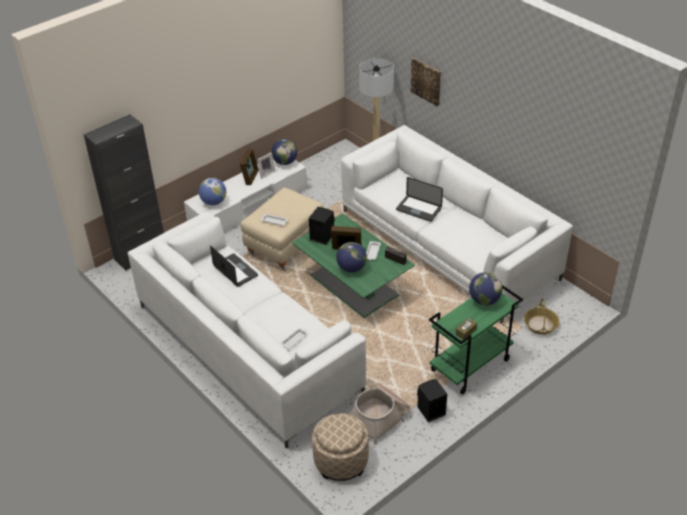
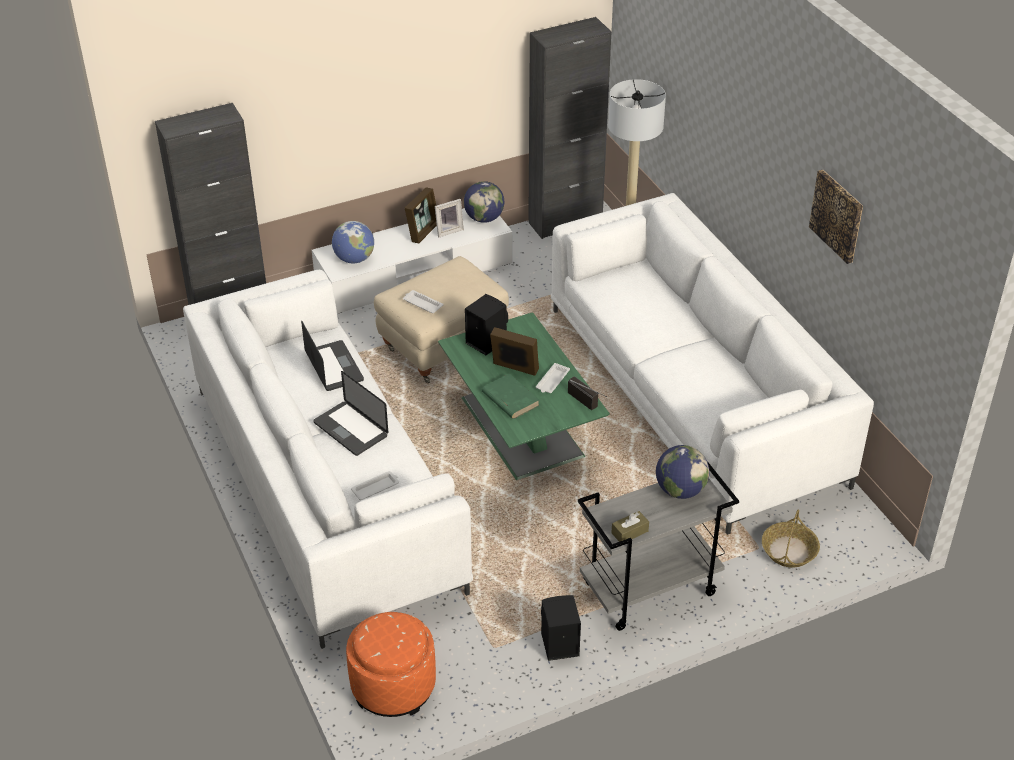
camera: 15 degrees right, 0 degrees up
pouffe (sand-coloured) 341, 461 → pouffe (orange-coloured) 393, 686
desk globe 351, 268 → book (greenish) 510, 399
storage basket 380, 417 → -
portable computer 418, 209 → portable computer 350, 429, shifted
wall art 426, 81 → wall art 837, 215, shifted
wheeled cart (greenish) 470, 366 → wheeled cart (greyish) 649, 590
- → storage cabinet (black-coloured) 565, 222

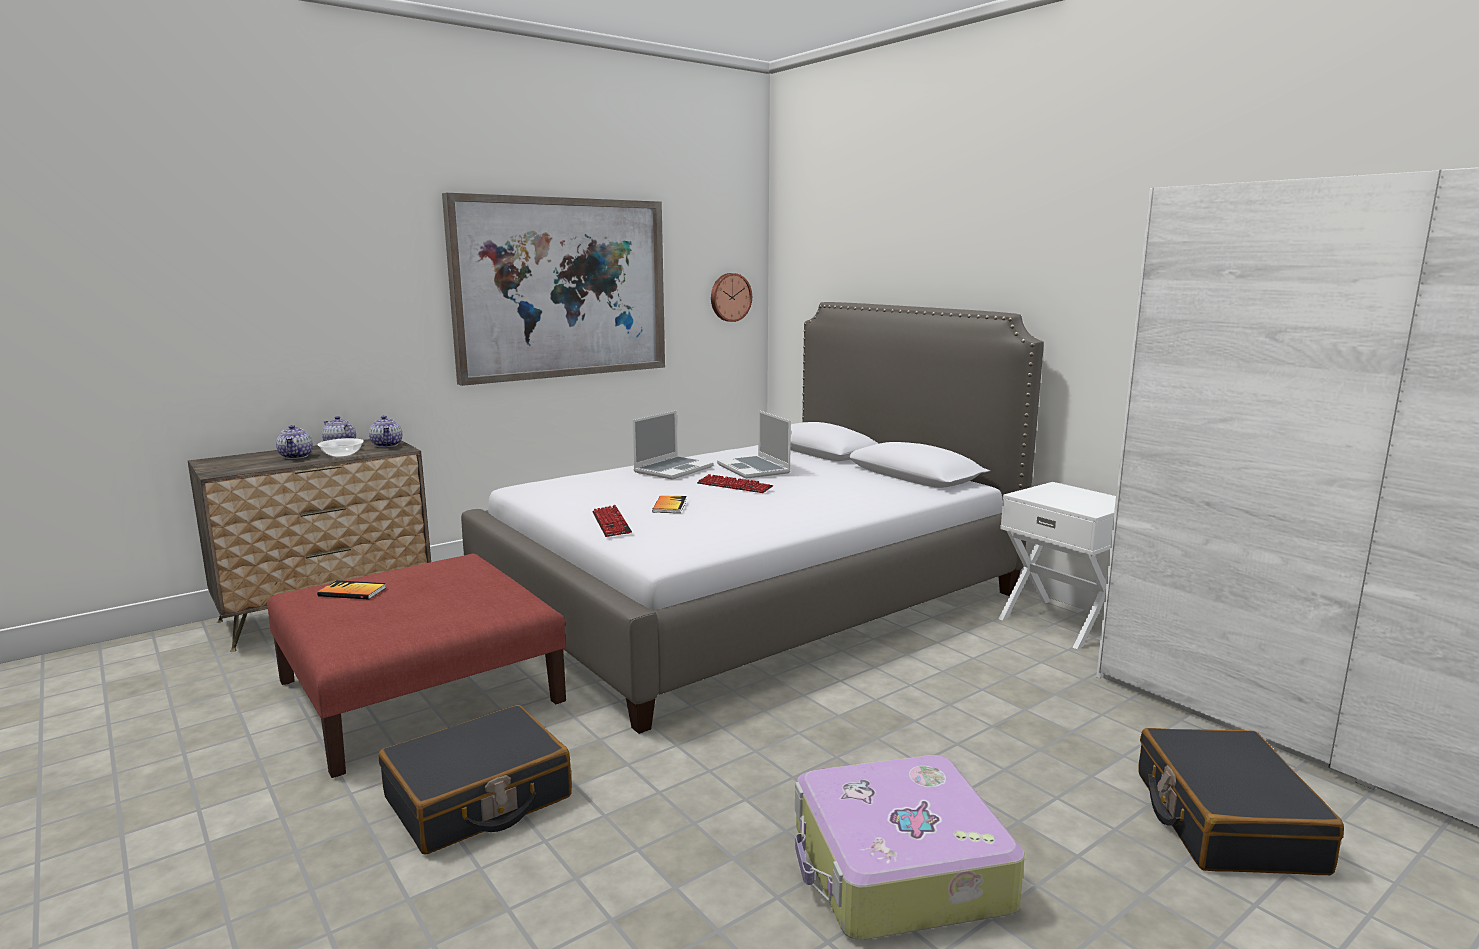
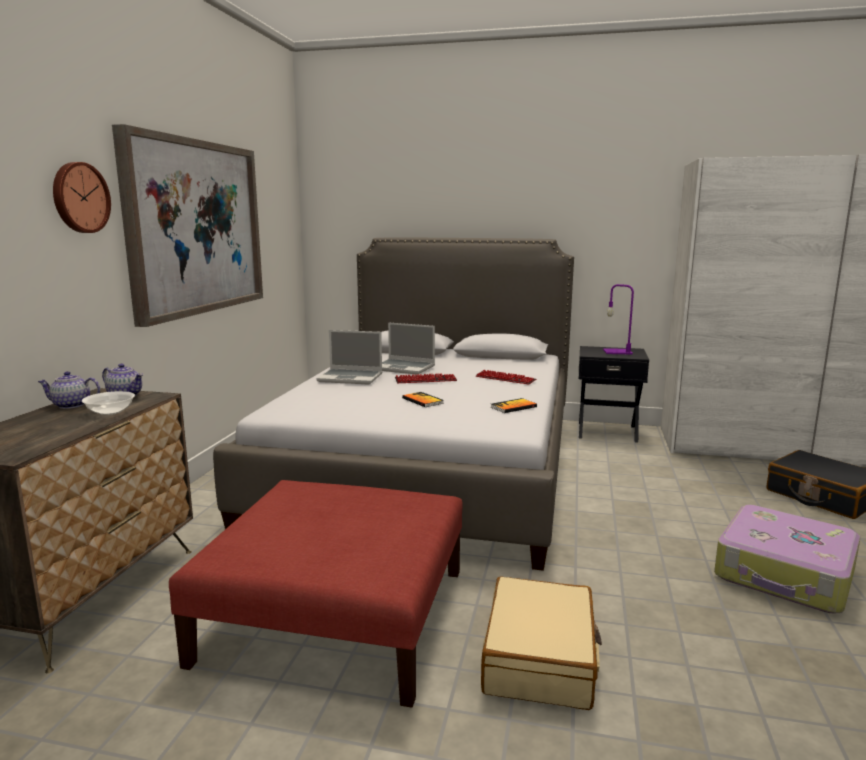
camera: 40 degrees left, 0 degrees up
pot for tea 296, 456 → -
book 352, 592 → book 513, 407, shifted
travel case (black-coloured) 478, 799 → travel case (sand-coloured) 540, 658
computer keyboard 611, 523 → computer keyboard 505, 379, shifted
portable computer 673, 469 → portable computer 351, 378, 105 degrees clockwise
hanging clock 730, 297 → hanging clock 79, 198, shifted
night table (white) 1061, 622 → night table (black-coloured) 607, 431
- → table lamp (purplish) 618, 352

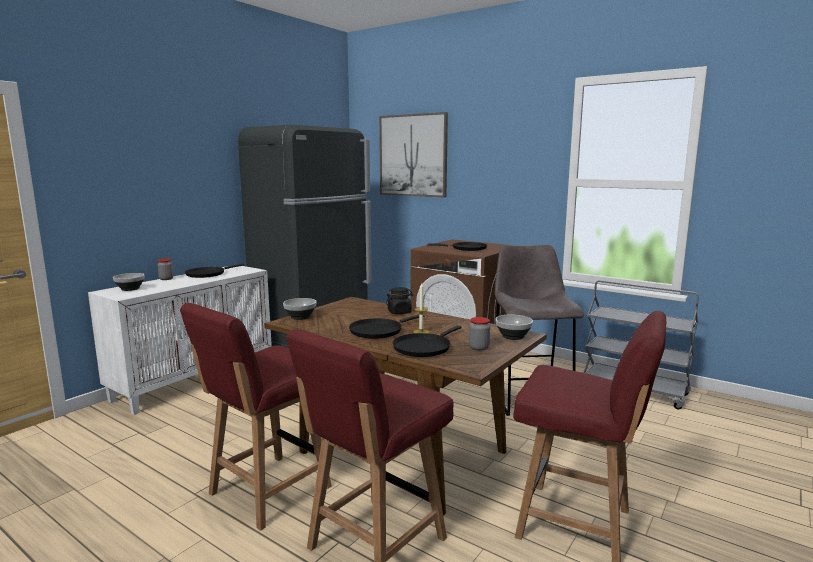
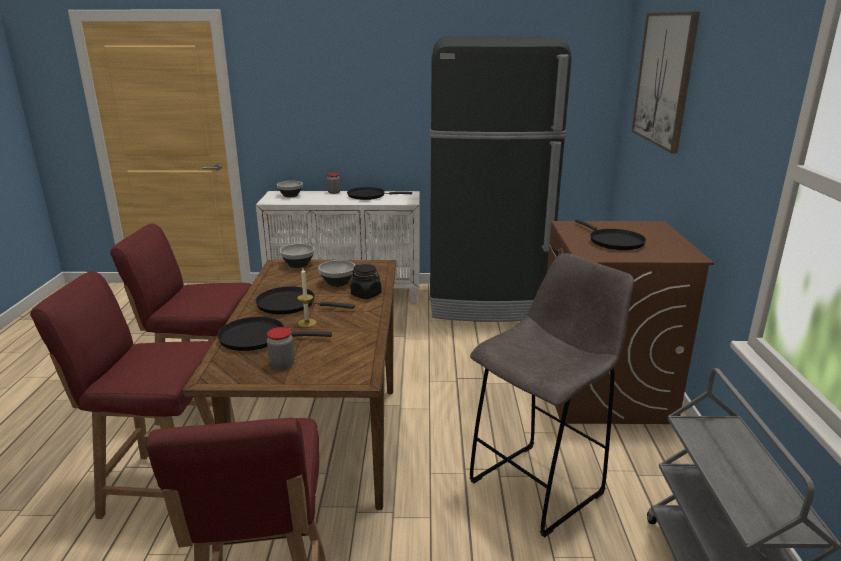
camera: 55 degrees right, 10 degrees up
bowl 512, 336 → bowl 338, 282, shifted

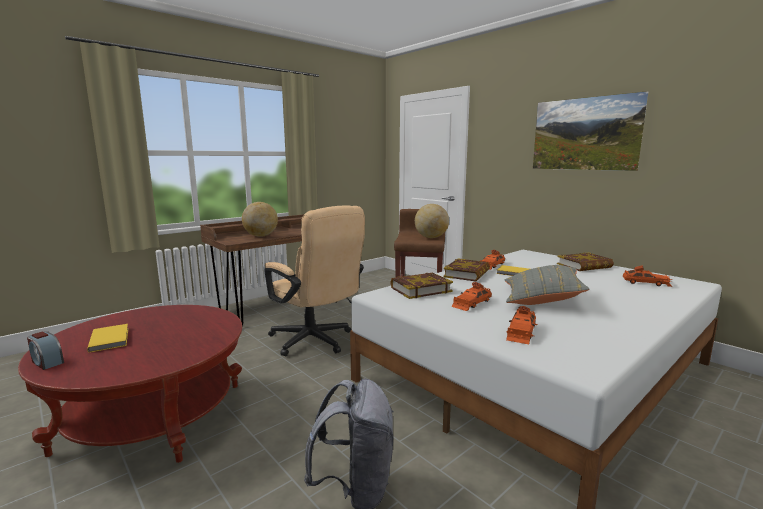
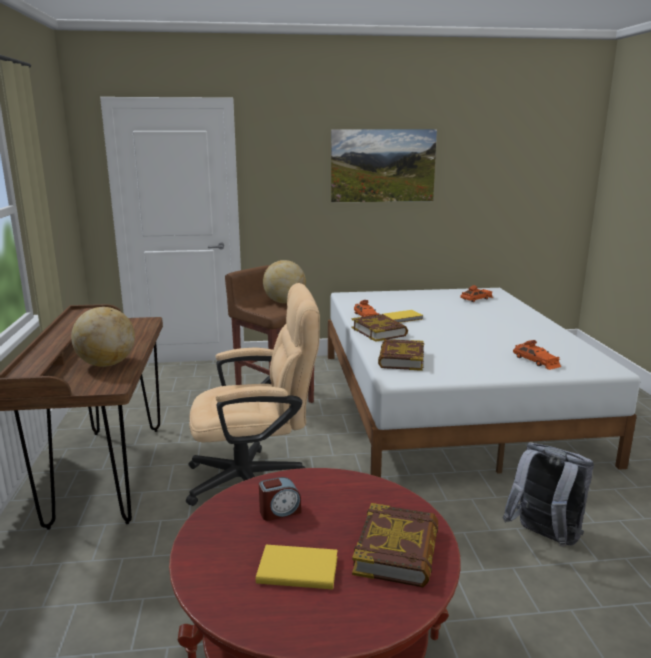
camera: 55 degrees left, 5 degrees up
bedside clock 47, 362 → bedside clock 280, 511, shifted
toy car (orange-coloured) 471, 303 → -
throw pillow (greyish) 541, 299 → -
book 584, 266 → book 397, 551, shifted

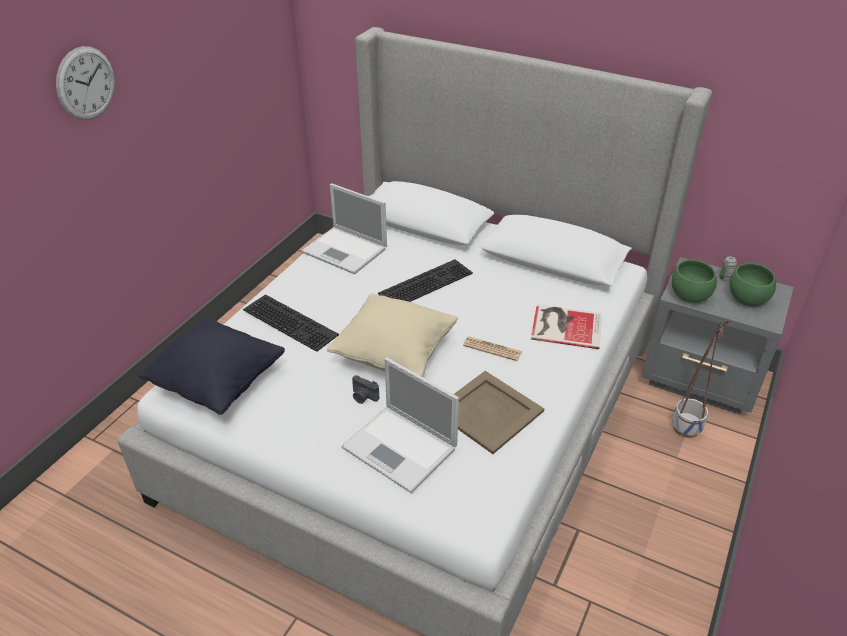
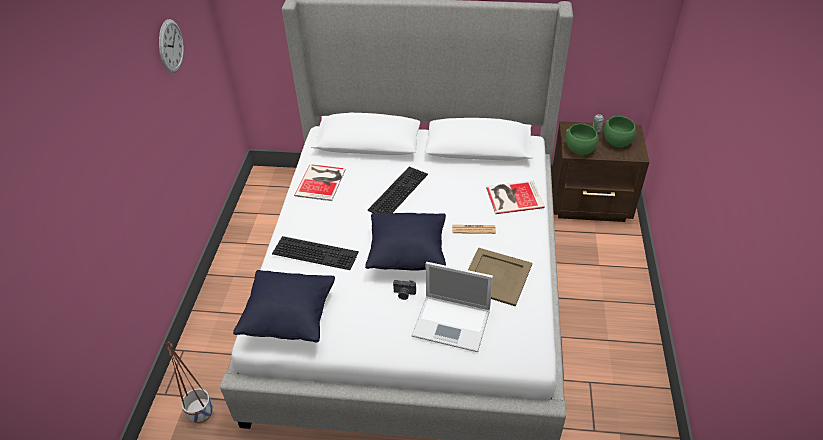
camera: 20 degrees left, 5 degrees up
hanging clock 86, 83 → hanging clock 171, 46, shifted
portable computer 346, 251 → book 322, 182
throw pillow (sand-coloured) 394, 355 → throw pillow (black-coloured) 407, 255
night table (greyish) 701, 380 → night table (brown-coloured) 590, 204
flower pot 686, 428 → flower pot 201, 413, shifted

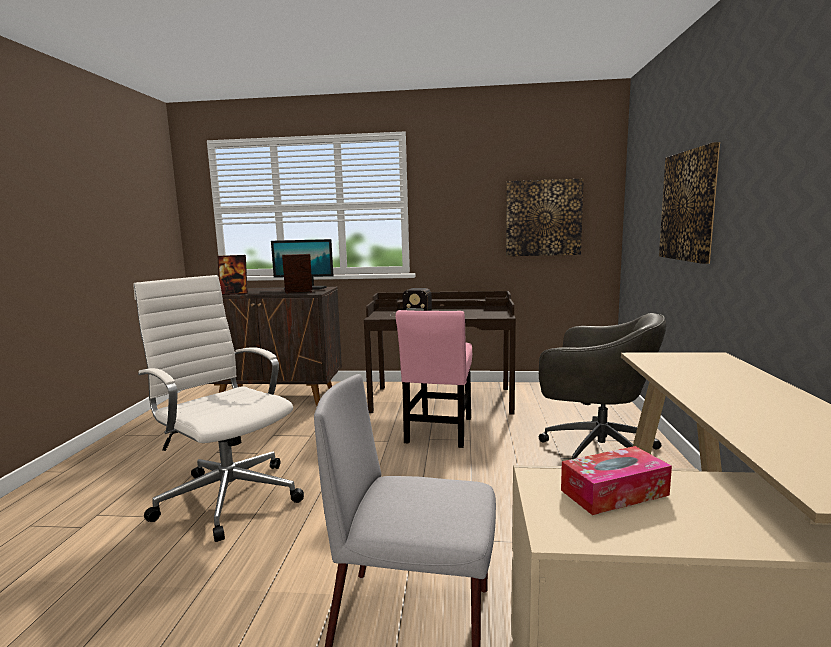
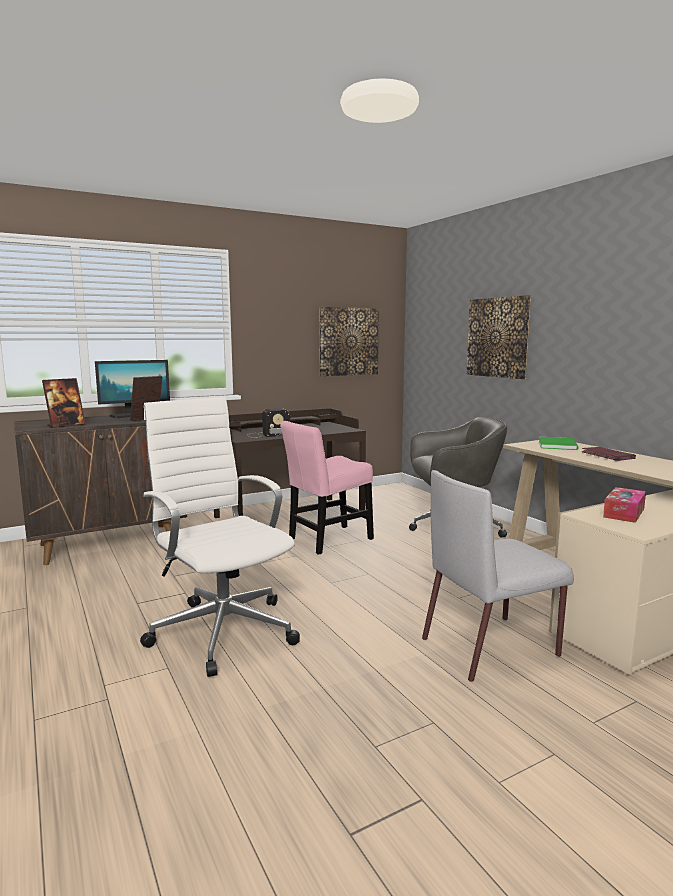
camera: 35 degrees left, 0 degrees up
desk chair (white) 228, 496 → desk chair (white) 222, 629, 45 degrees clockwise
chair (pinkish) 439, 432 → chair (pinkish) 327, 540, 75 degrees clockwise
- → book (greenish) 558, 445
- → book (red) 607, 456

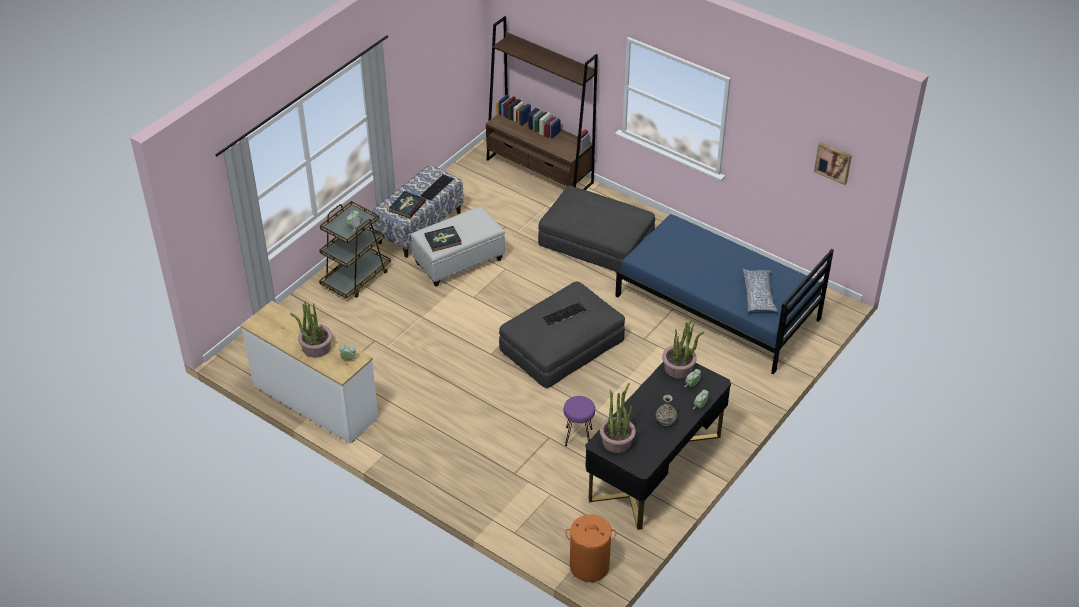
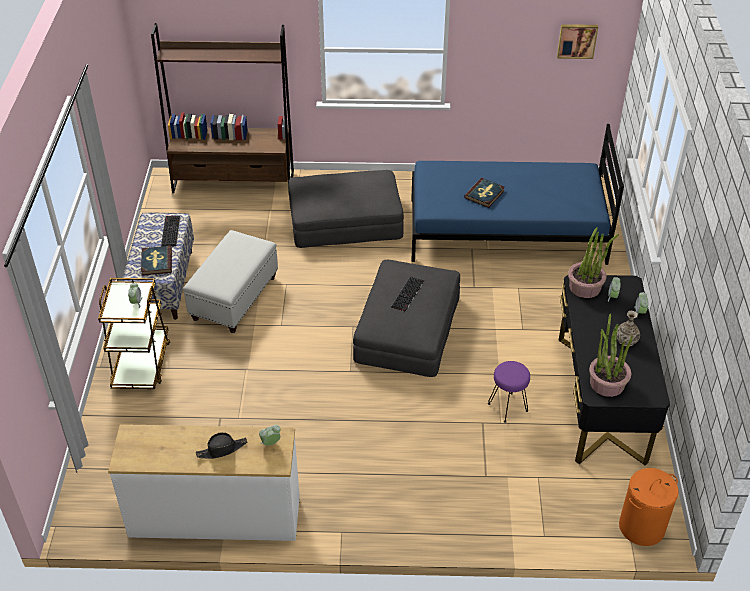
camera: 35 degrees left, 0 degrees up
houseplant 316, 347 → wearable hat (black-coloured) 222, 449
book 443, 240 → book 484, 194, shifted
throw pillow 759, 295 → -

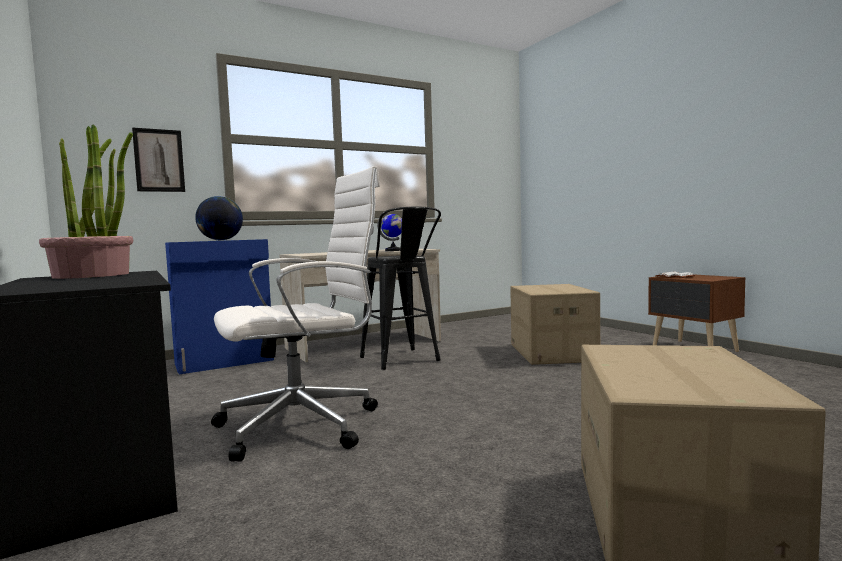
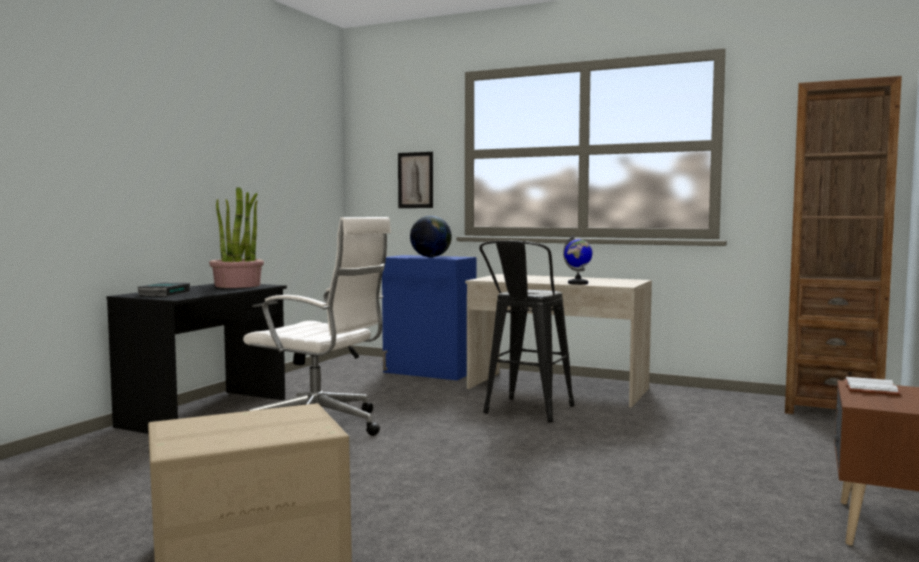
camera: 55 degrees right, 0 degrees up
packing box 551, 353 → -
- → book 163, 293
- → bookshelf (brown-coloured) 831, 409

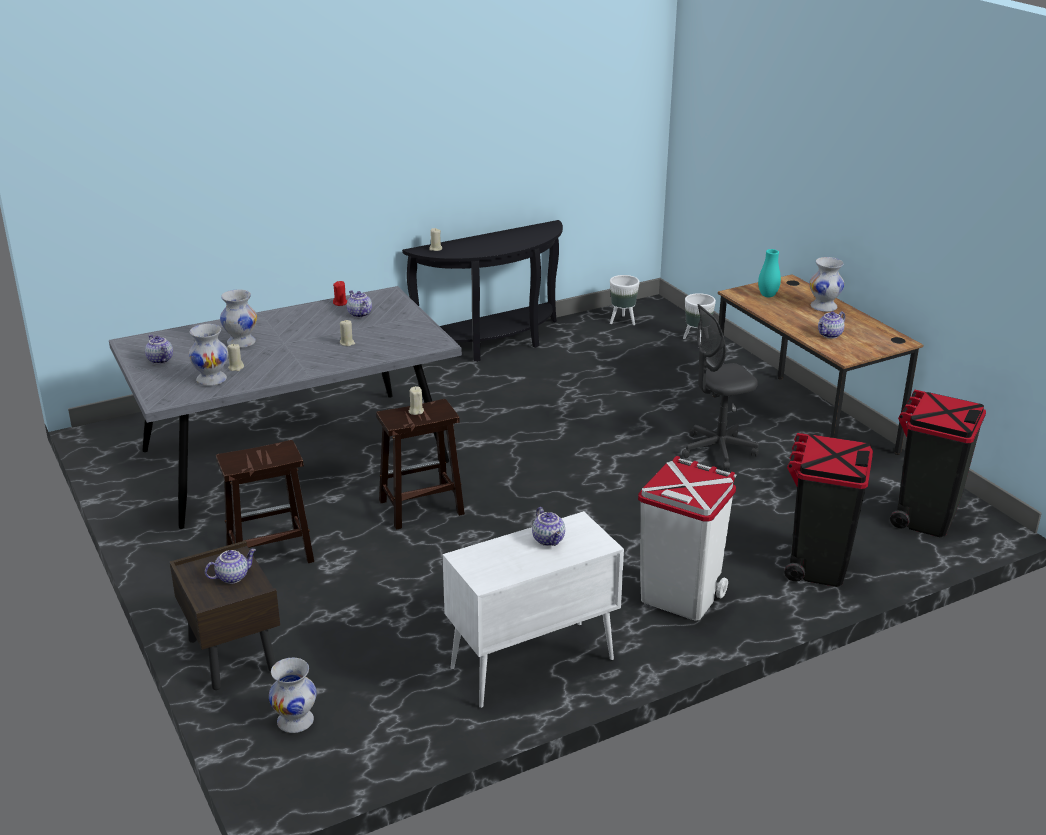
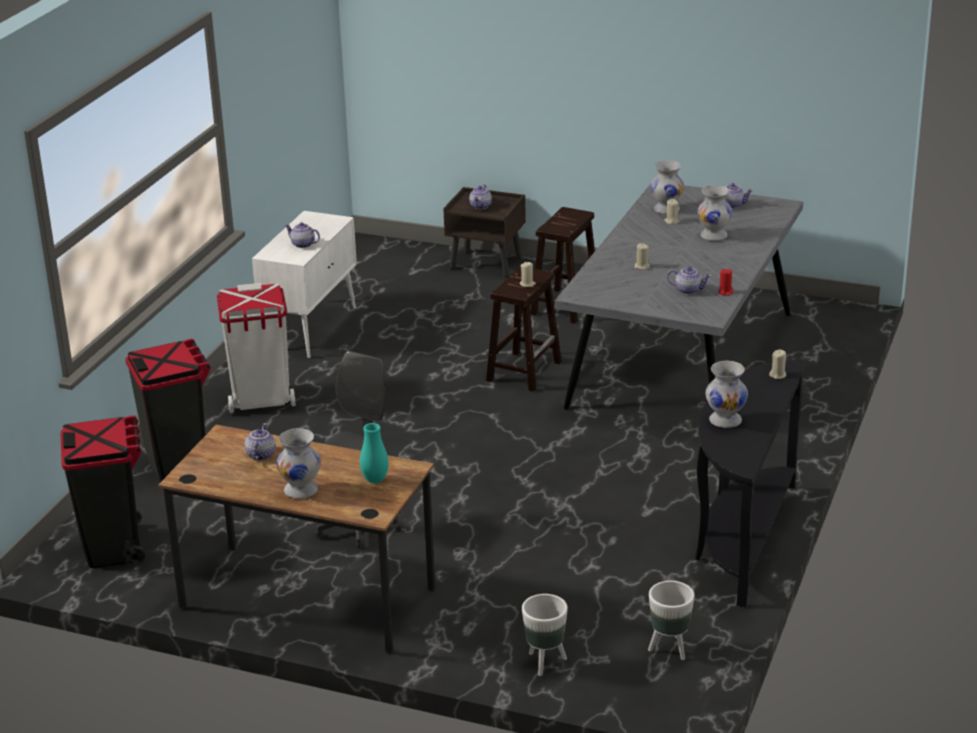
camera: 140 degrees right, 0 degrees up
vase (white) 294, 721 → vase (white) 725, 420, shifted

